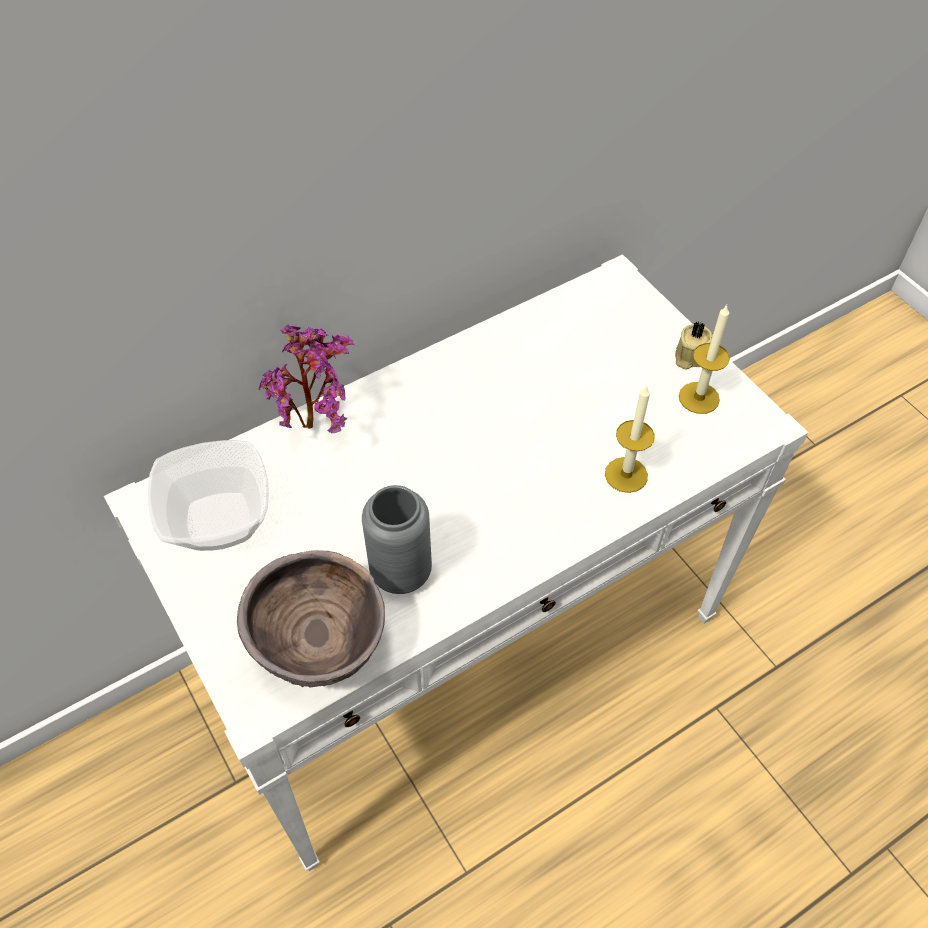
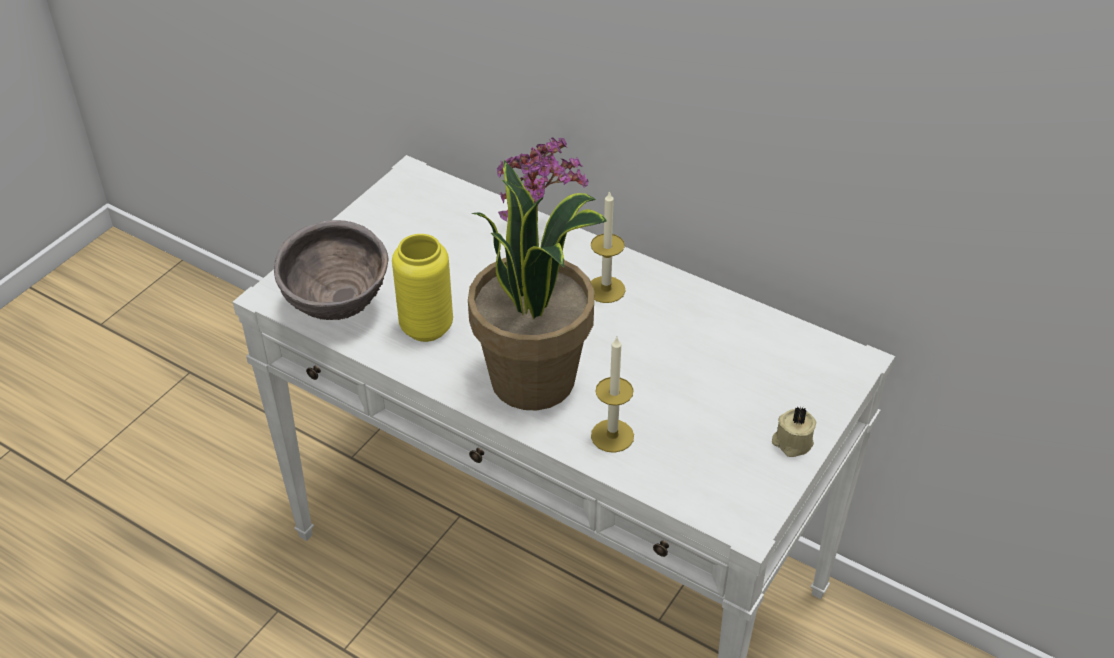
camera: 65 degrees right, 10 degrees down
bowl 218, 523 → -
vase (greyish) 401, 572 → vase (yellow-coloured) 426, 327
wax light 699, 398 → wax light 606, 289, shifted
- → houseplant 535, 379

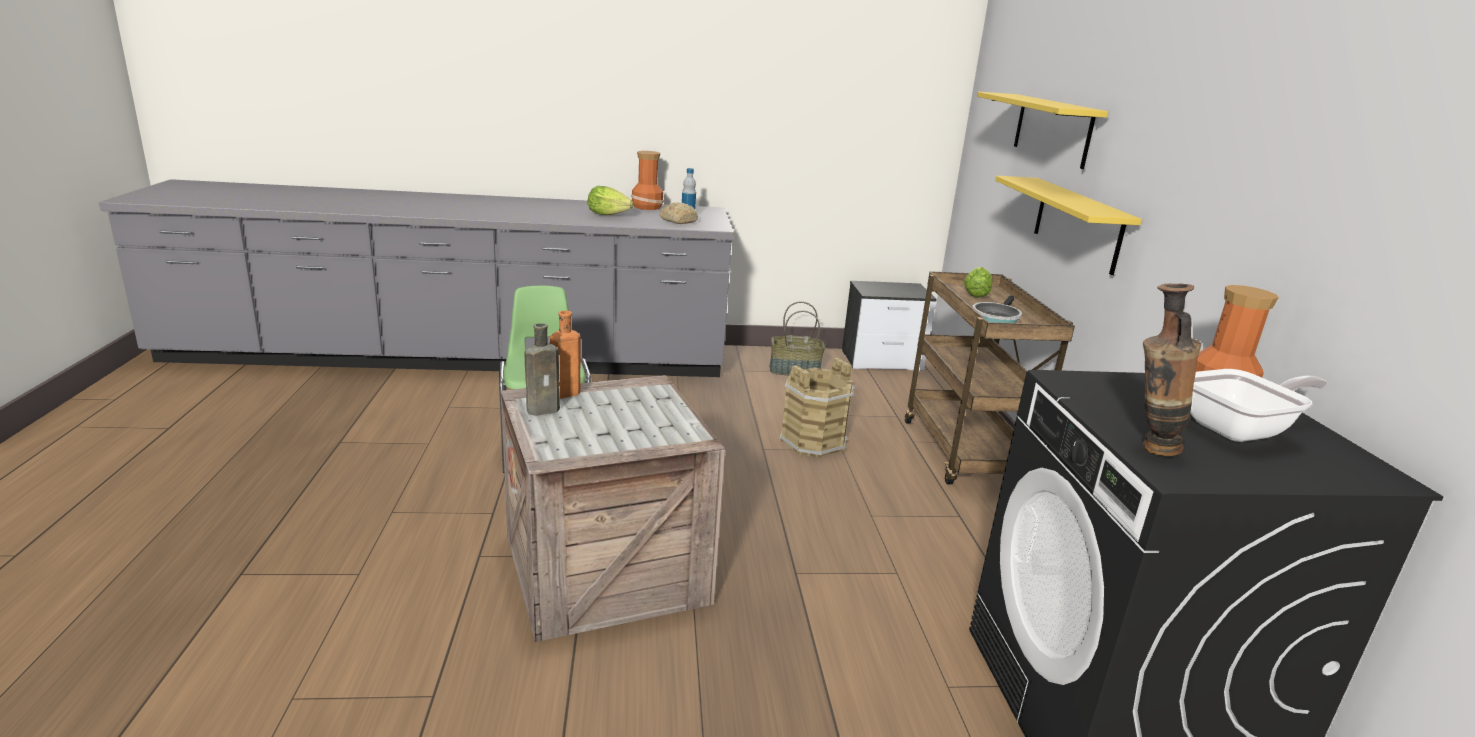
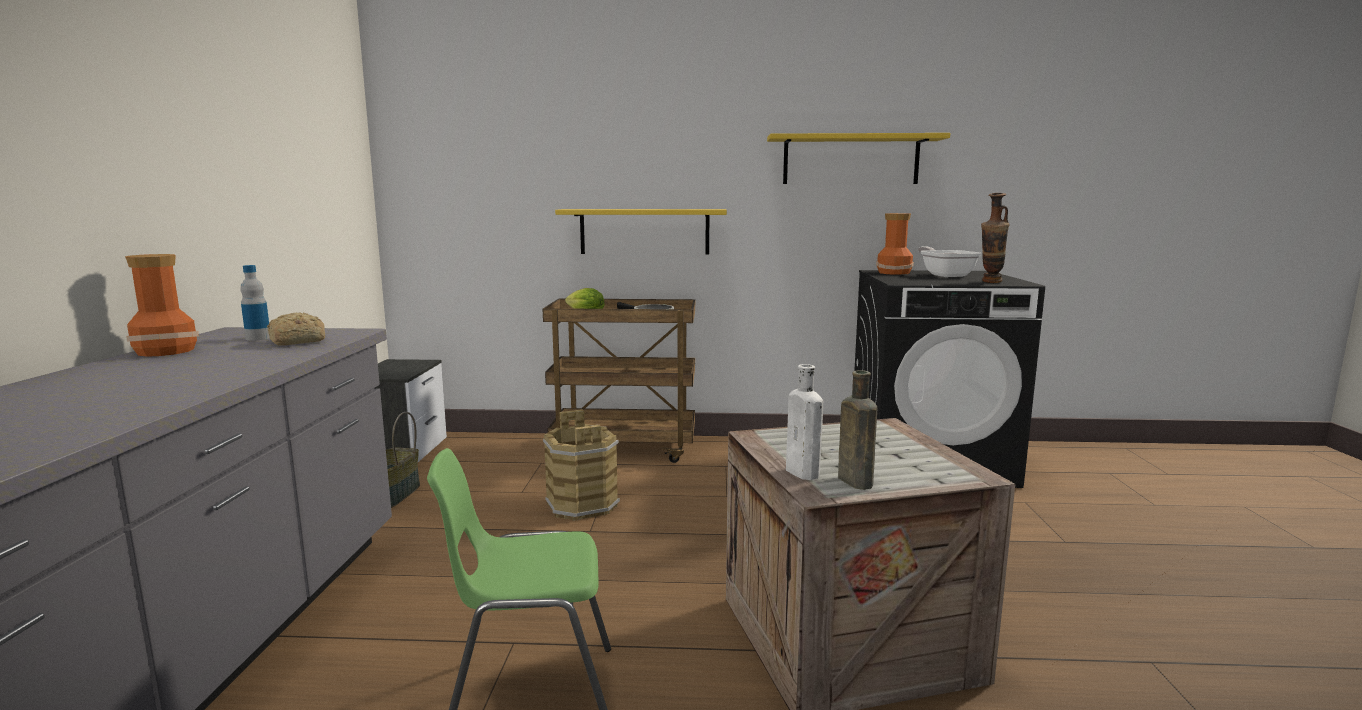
camera: 80 degrees left, 10 degrees down
bottle (orange-coloured) 563, 394 → bottle (white) 804, 473
head of lettuce 608, 215 → -
wall shelf (yellow-coloured) 1052, 129 → wall shelf (yellow-coloured) 850, 160, shifted

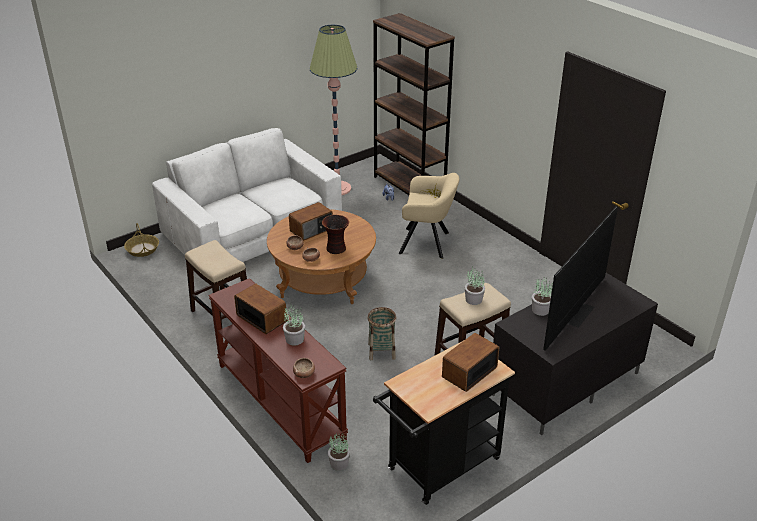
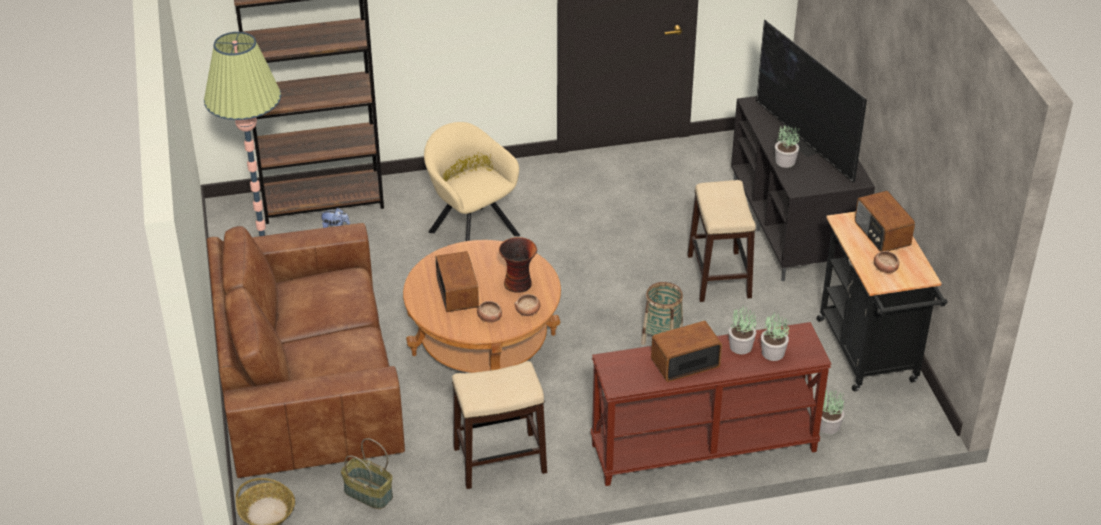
camera: 65 degrees left, 5 degrees up
settee (white) 252, 229 → settee (brown-coloured) 307, 381
bowl 304, 373 → bowl 885, 268, shifted
lounge chair (sand-coloured) 427, 243 → lounge chair (sand-coloured) 471, 230, 75 degrees counterclockwise
houseplant 473, 299 → houseplant 772, 353, shifted
- → storage basket 367, 494

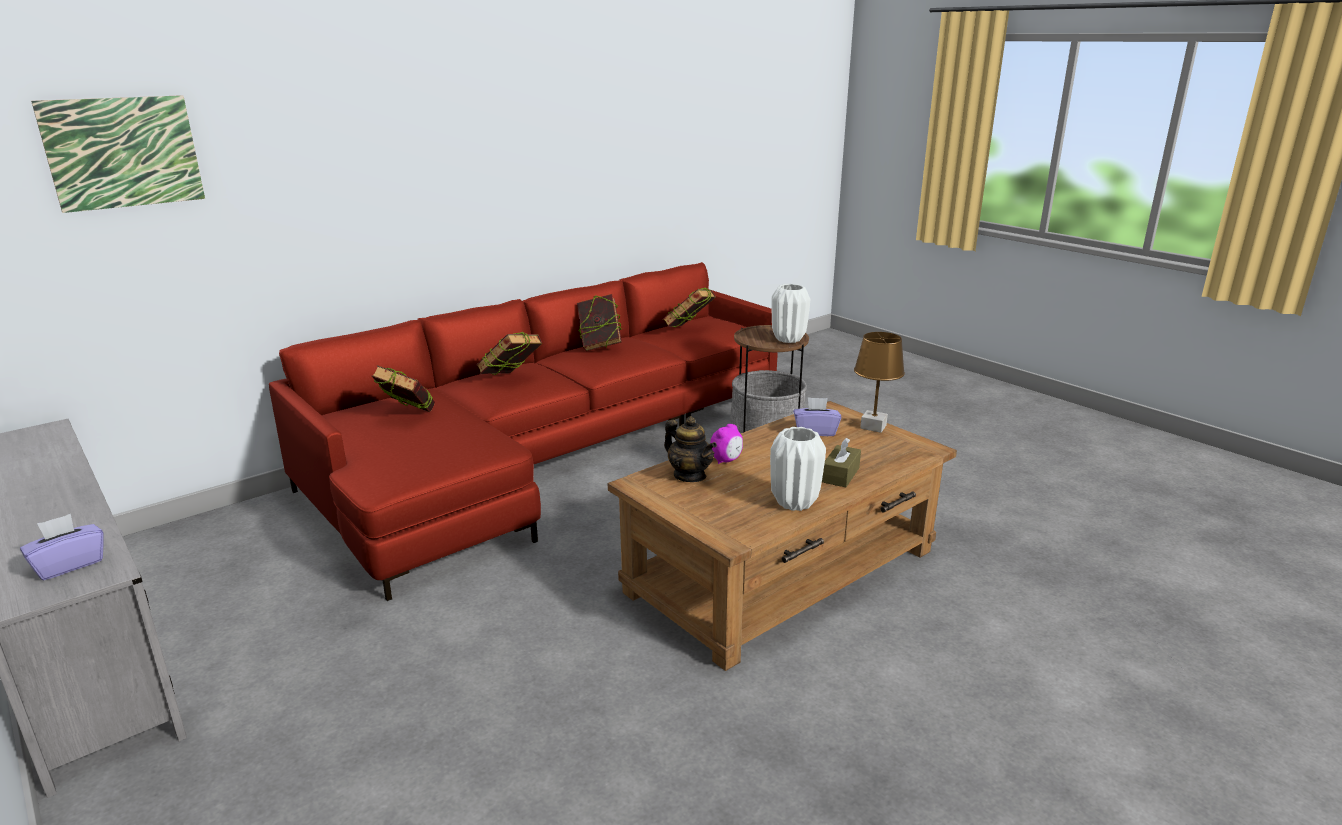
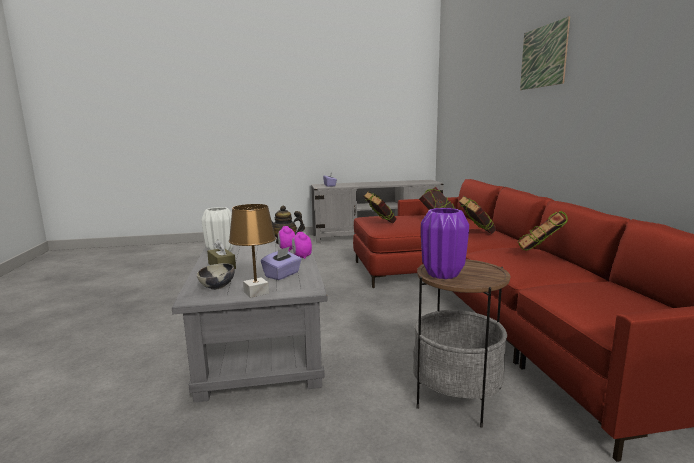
camera: 120 degrees right, 10 degrees down
wall art 123, 152 → wall art 543, 56, shifted
lounge table (brown-coloured) 783, 571 → lounge table (greyish) 261, 337
book 689, 330 → book 380, 223, shifted
vase (white) 789, 339 → vase (purplish) 442, 274
- → bowl 217, 287
- → bedside clock 302, 257

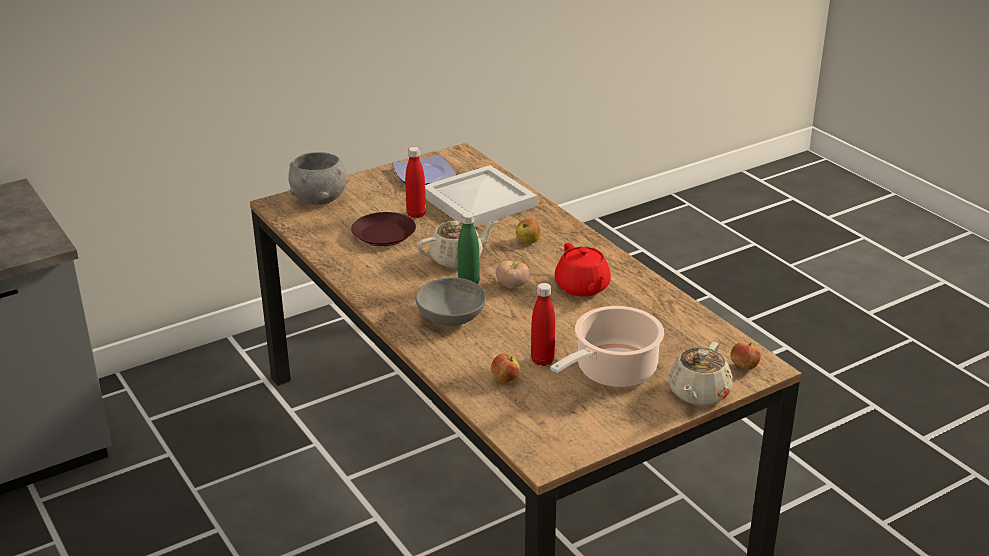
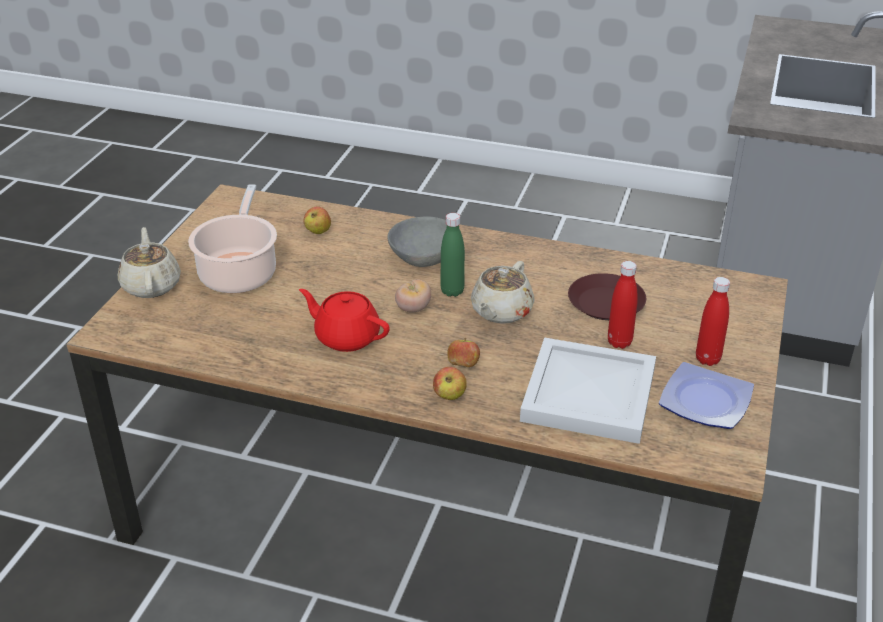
camera: 140 degrees right, 5 degrees up
bowl (greyish) 319, 199 → -
bottle (red) 542, 360 → bottle (red) 707, 359, shifted
whole apple 744, 367 → whole apple 449, 396, shifted

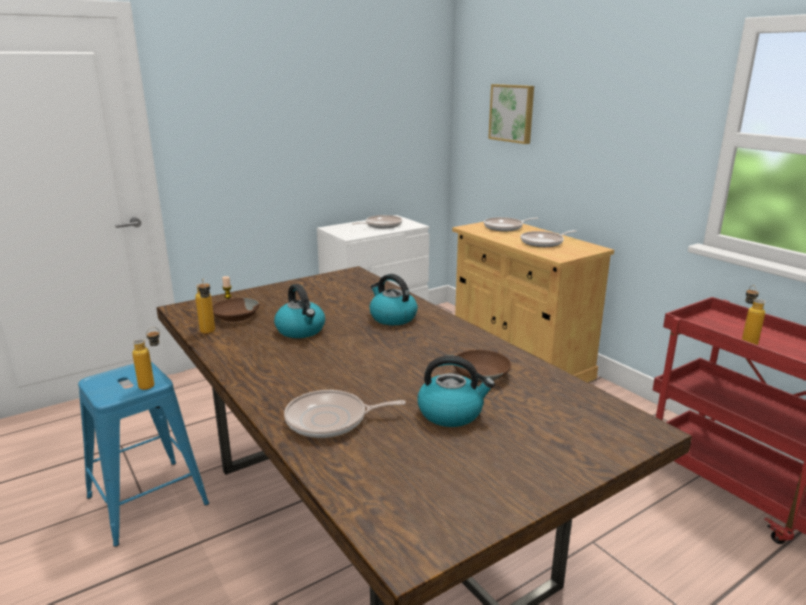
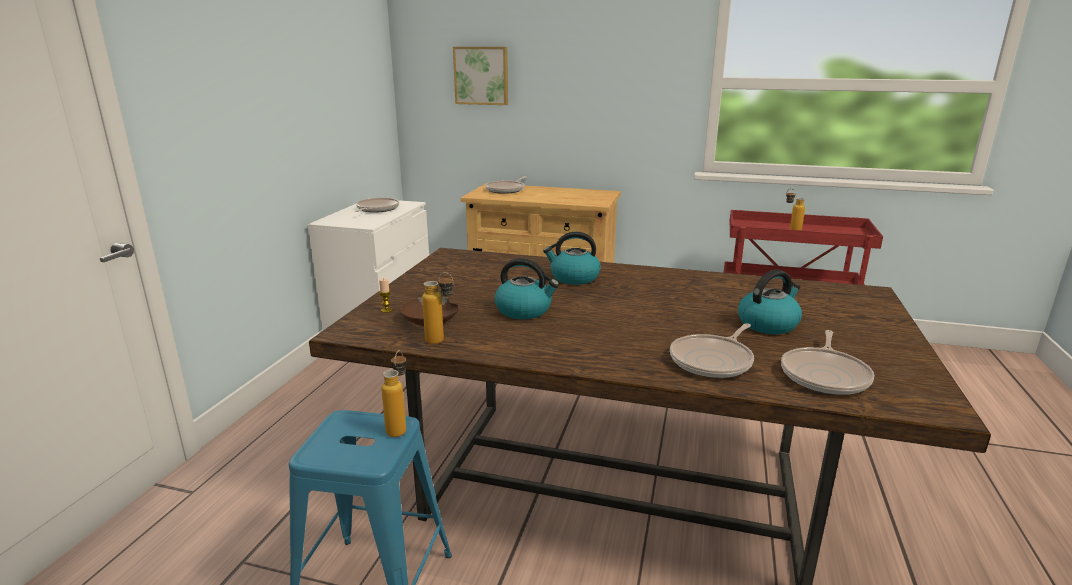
camera: 40 degrees left, 0 degrees up
bowl (brown-coloured) 480, 373 → -
pan 544, 242 → pan 825, 375, shifted

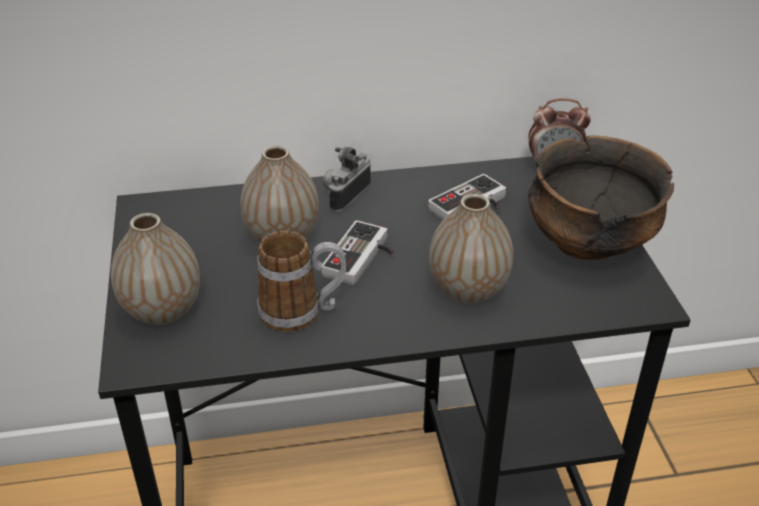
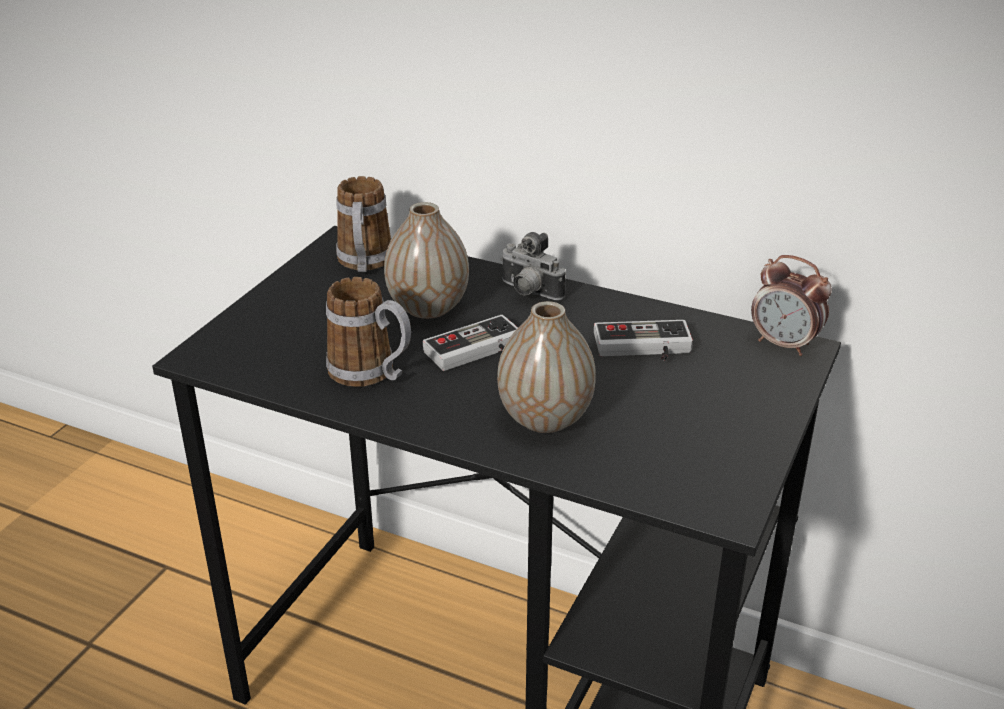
camera: 35 degrees right, 5 degrees down
vase 162, 310 → -
photo camera 344, 195 → photo camera 528, 293, 120 degrees counterclockwise
bowl 588, 243 → -
- → coffee mug 364, 264

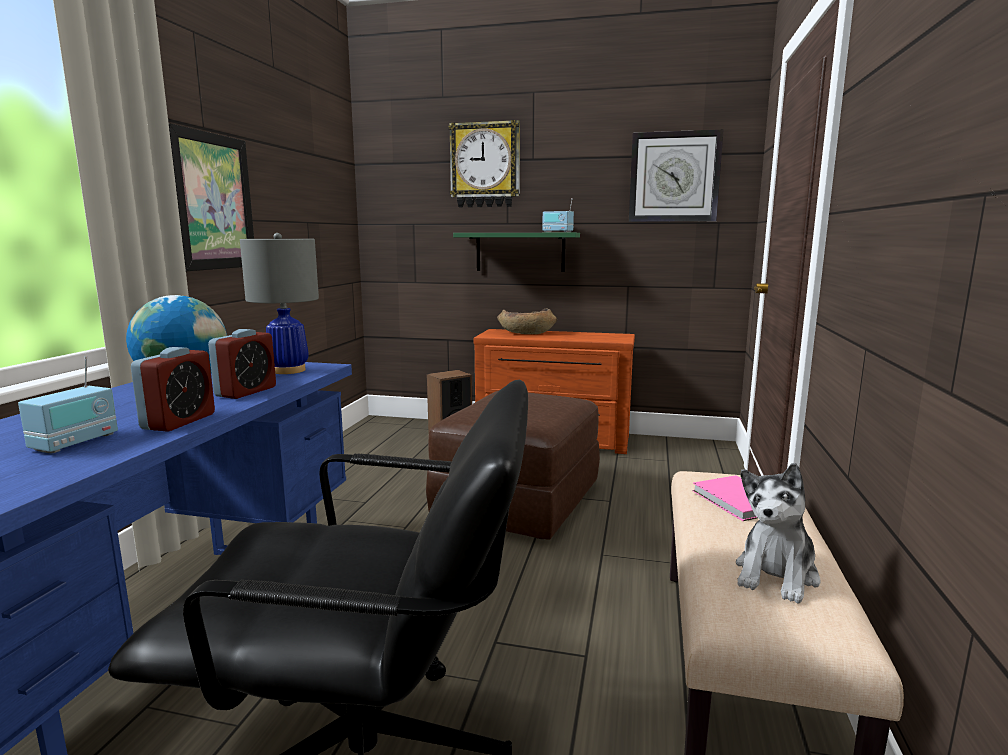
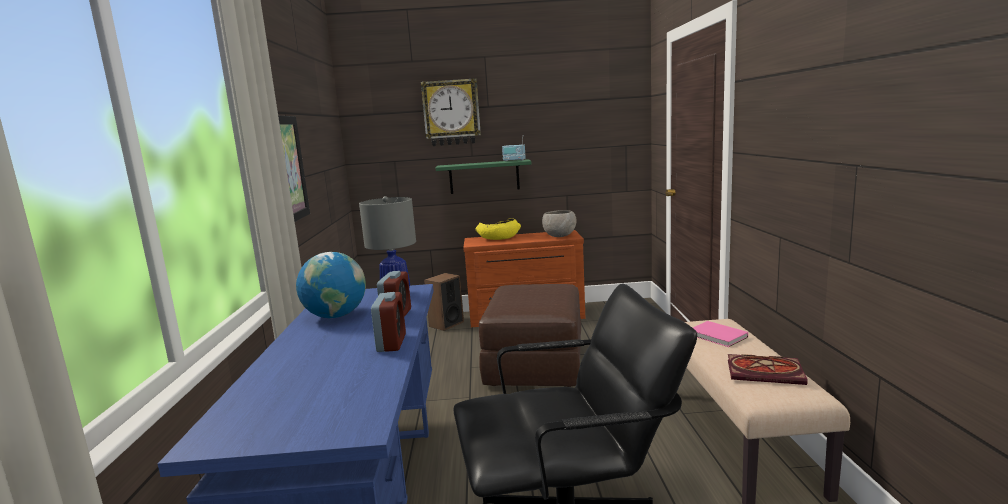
camera: 15 degrees left, 0 degrees up
radio receiver 75, 443 → -
bowl (brown-coloured) 526, 333 → bowl (yellow-coloured) 498, 238
hanging clock 674, 177 → -
soft toy 776, 575 → book 766, 372
- → bowl (greyish) 560, 236

